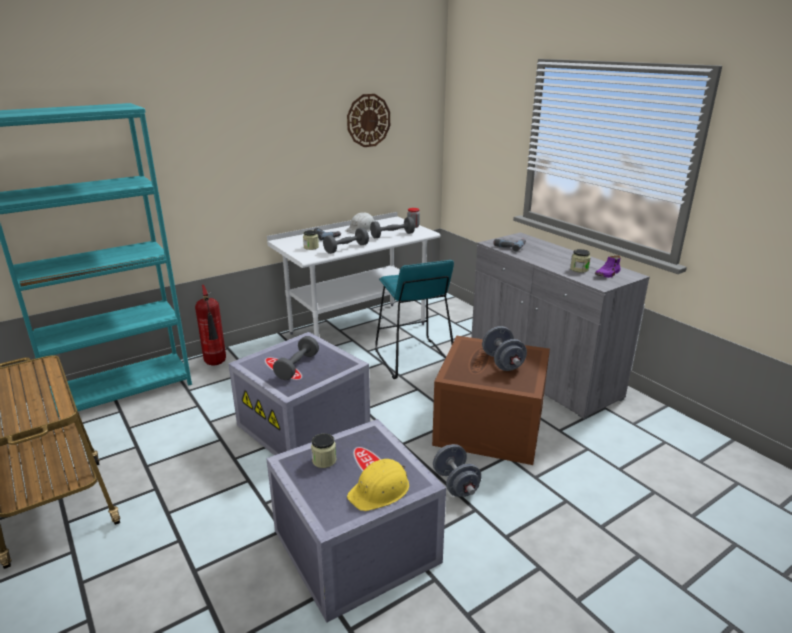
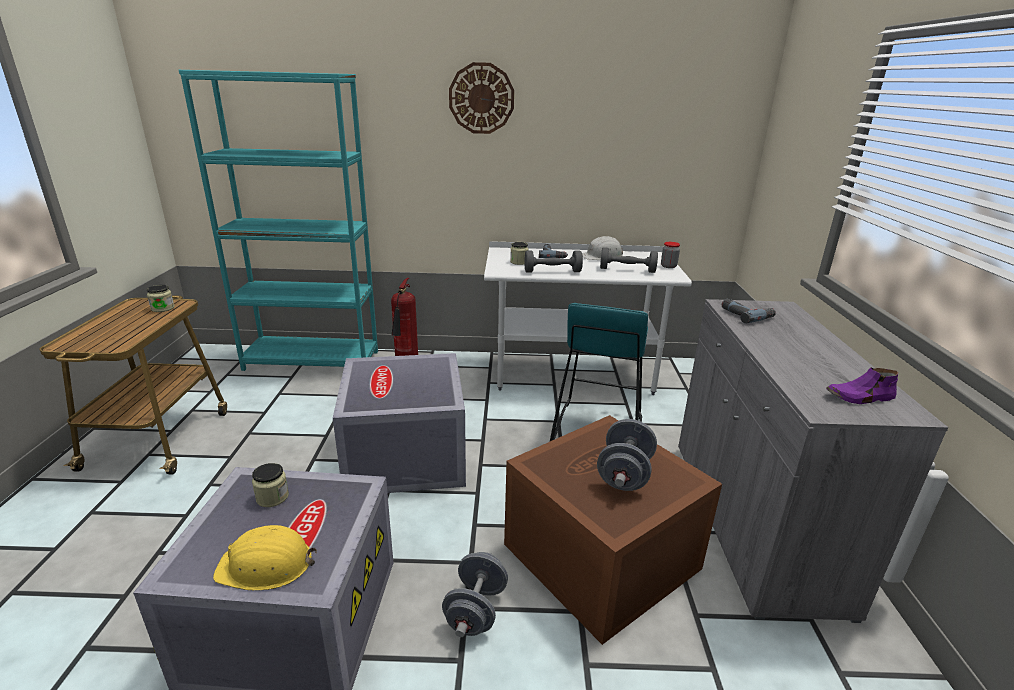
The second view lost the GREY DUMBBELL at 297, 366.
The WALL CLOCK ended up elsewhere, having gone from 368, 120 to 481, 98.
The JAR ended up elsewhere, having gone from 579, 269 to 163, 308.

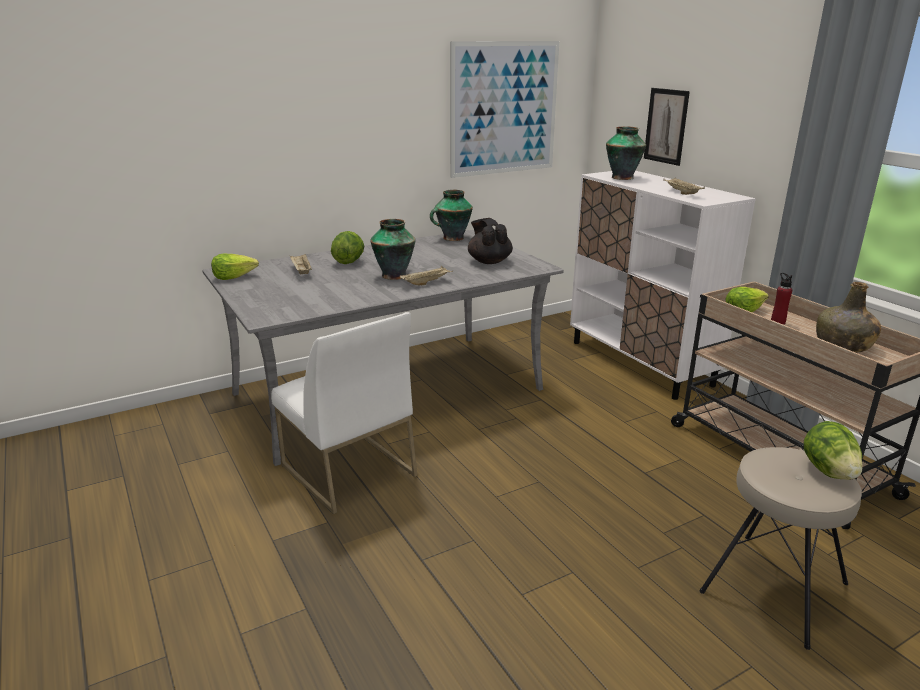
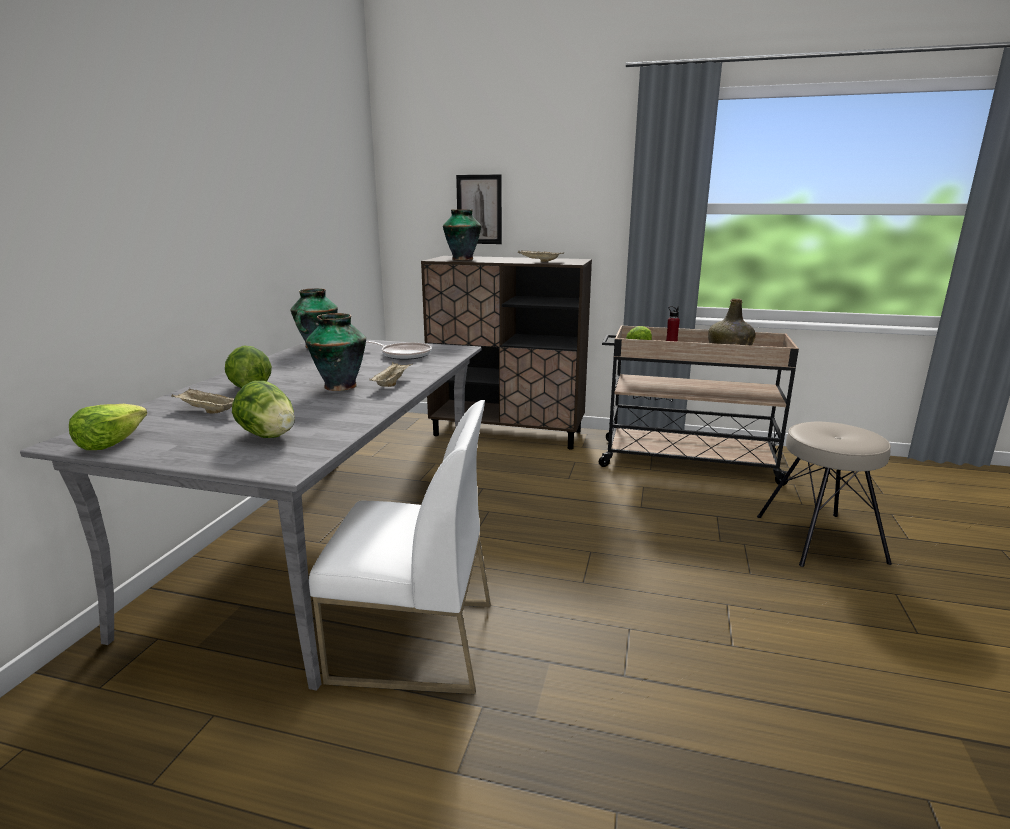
The second view lost the PICTURE at 504, 109.
The LETTUCE ended up elsewhere, having gone from 828, 471 to 268, 435.
Where the BLACK TEAPOT stood at 489, 261, the FRYING PAN came to stand at 404, 355.
What was the WHITE CABINET at 640, 363 turned into the BROWN CABINET at 508, 433.

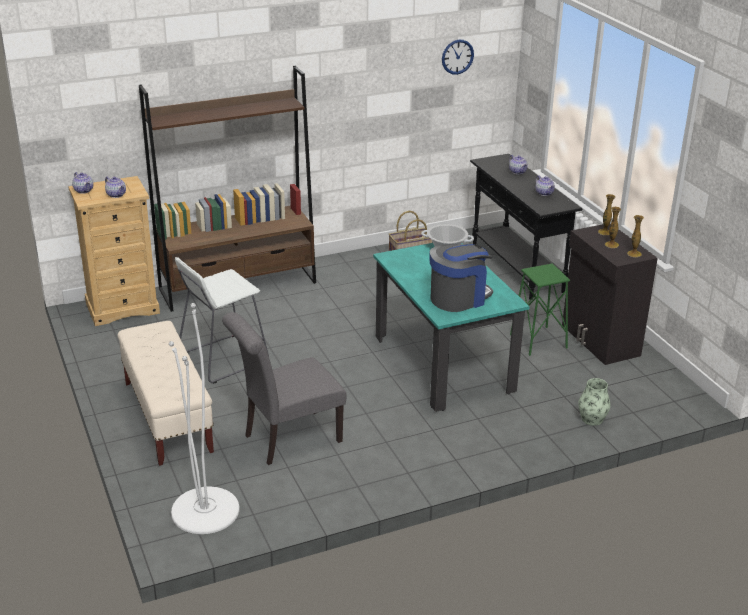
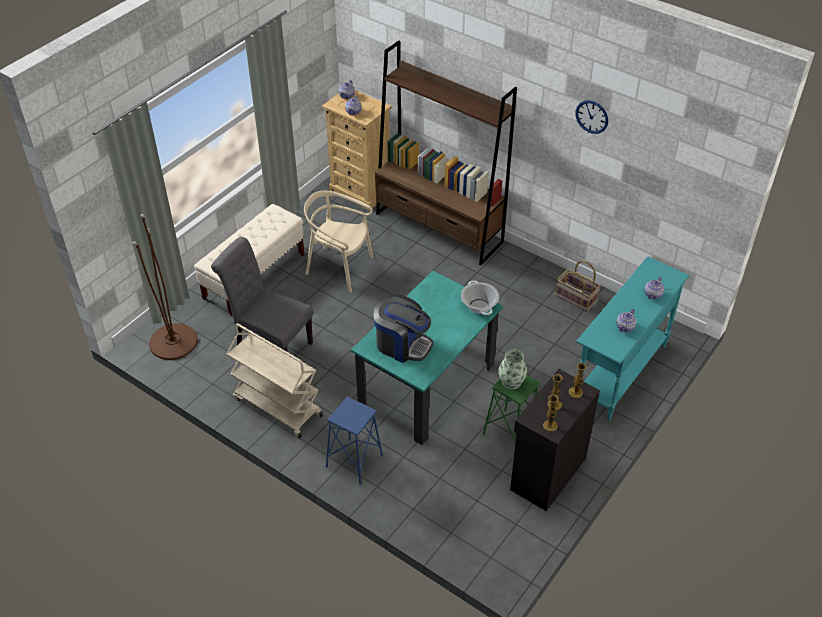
The second view gained the BEIGE CART at 277, 407.
The second view gained the BLUE STOOL at 354, 461.
The WALL CLOCK ended up elsewhere, having gone from 457, 57 to 592, 116.
The VASE ended up elsewhere, having gone from 592, 419 to 511, 381.
Where the WHITE STOOL stood at 223, 358, the BEIGE CHAIR came to stand at 339, 268.
What was the WHITE FLOOR LAMP at 205, 510 turned into the BROWN FLOOR LAMP at 173, 342.
What was the BLACK CONSOLE TABLE at 516, 269 turned into the TURQUOISE CONSOLE TABLE at 620, 374.

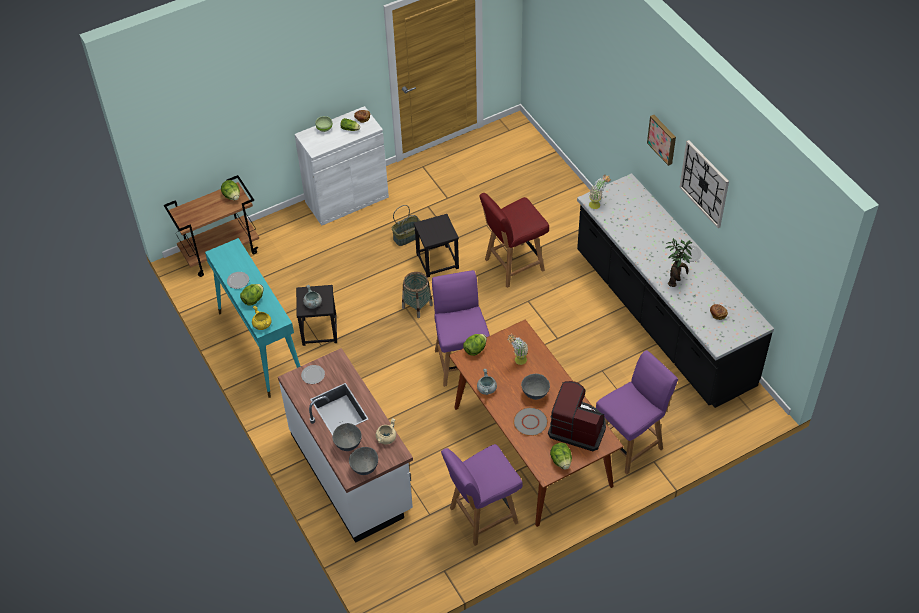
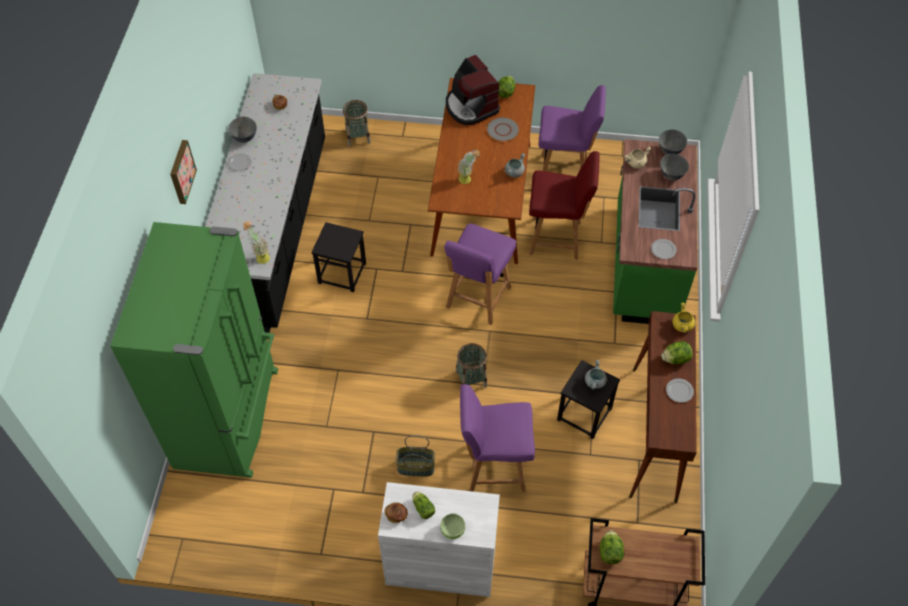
The second view lost the LETTUCE at 475, 349.
The second view lost the POTTED PLANT at 676, 280.
The second view lost the WALL CLOCK at 704, 183.
The second view gained the GREEN FRIDGE at 230, 418.
The second view gained the BASKET at 358, 136.
The BLACK STOOL ended up elsewhere, having gone from 437, 261 to 342, 273.
The RED CHAIR ended up elsewhere, having gone from 513, 265 to 556, 238.
The GREY BOWL ended up elsewhere, having gone from 535, 394 to 244, 138.
The PURPLE CHAIR ended up elsewhere, having gone from 630, 444 to 494, 467.
What was the TURQUOISE CONSOLE TABLE at 260, 346 turned into the BROWN CONSOLE TABLE at 654, 434.
What was the WHITE COUNTER at 352, 472 turned into the GREEN COUNTER at 643, 263.

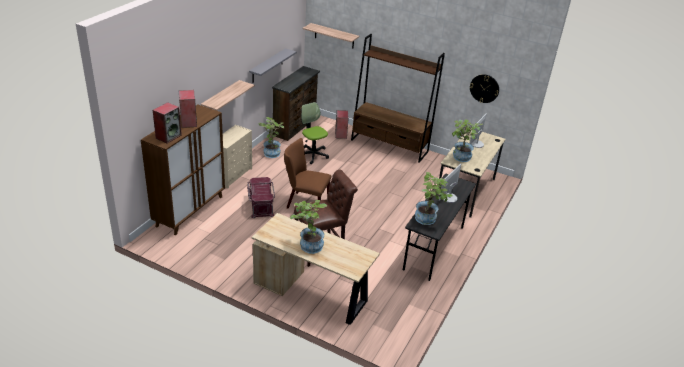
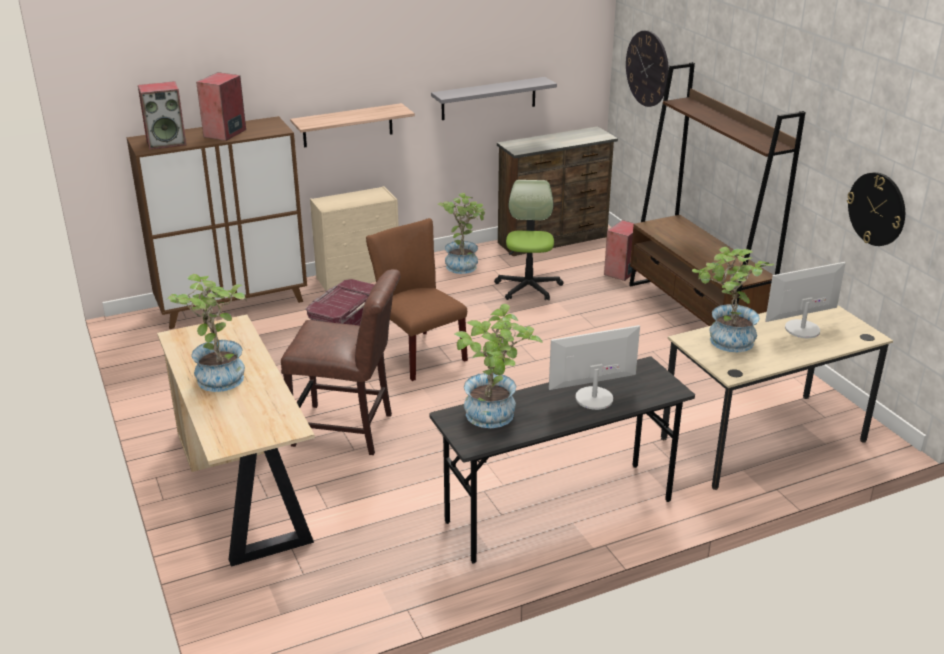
Where the SHELF hung at 334, 36, the WALL CLOCK came to hang at 647, 68.

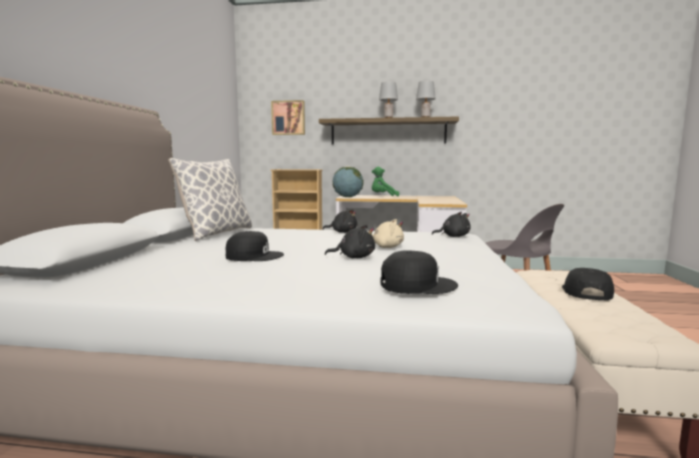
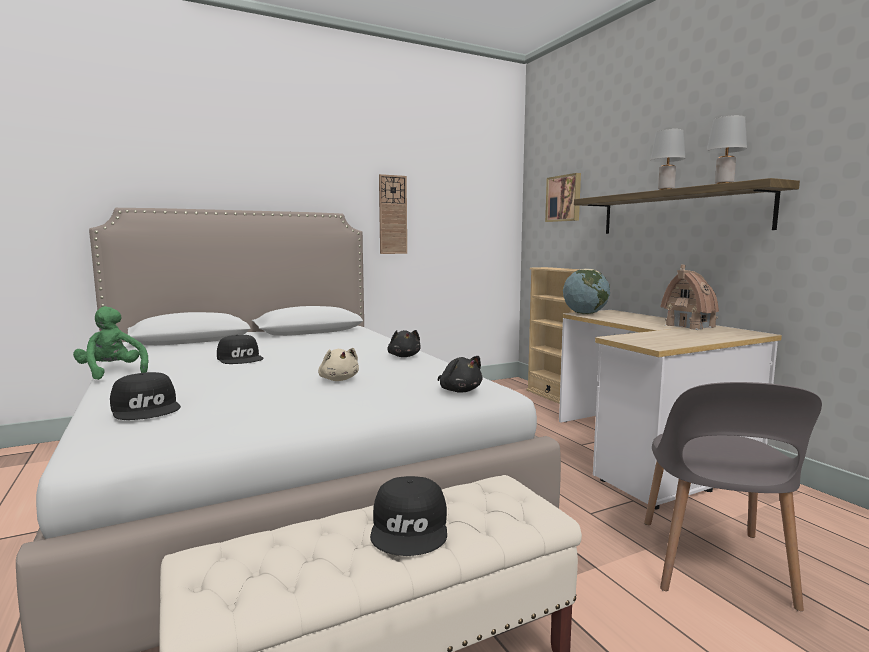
The second view lost the PILLOW at 216, 233.
The second view lost the BLACK PLUSH TOY at 354, 257.
The second view gained the WALL CLOCK at 392, 215.
The second view gained the TOY HOUSE at 690, 326.
The GREEN PLUSH TOY ended up elsewhere, having gone from 383, 196 to 112, 373.
The BLACK CAP at 585, 291 ended up facing another way, 105 degrees clockwise from before.

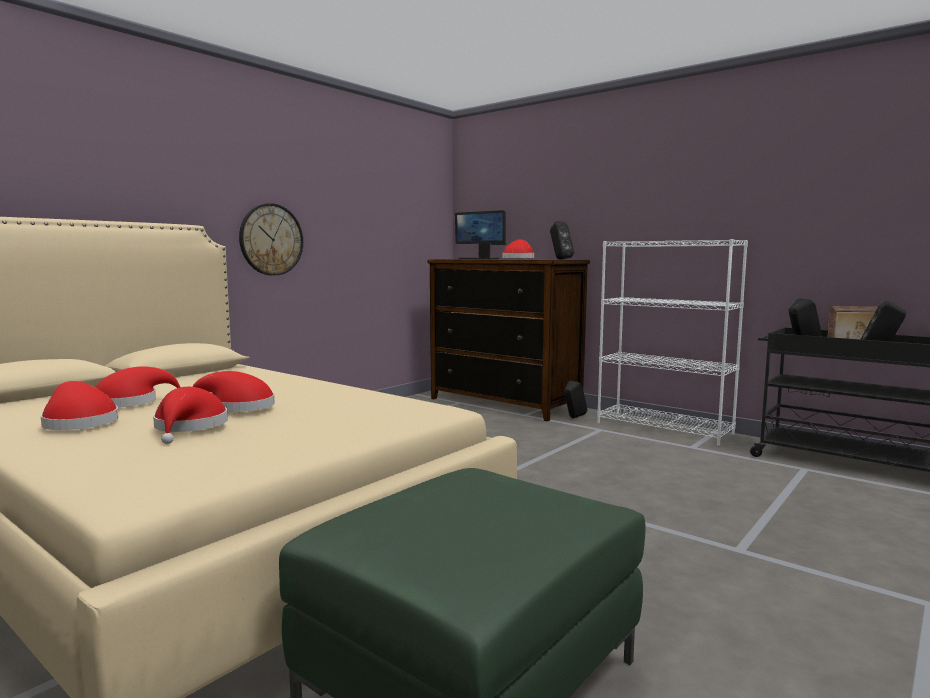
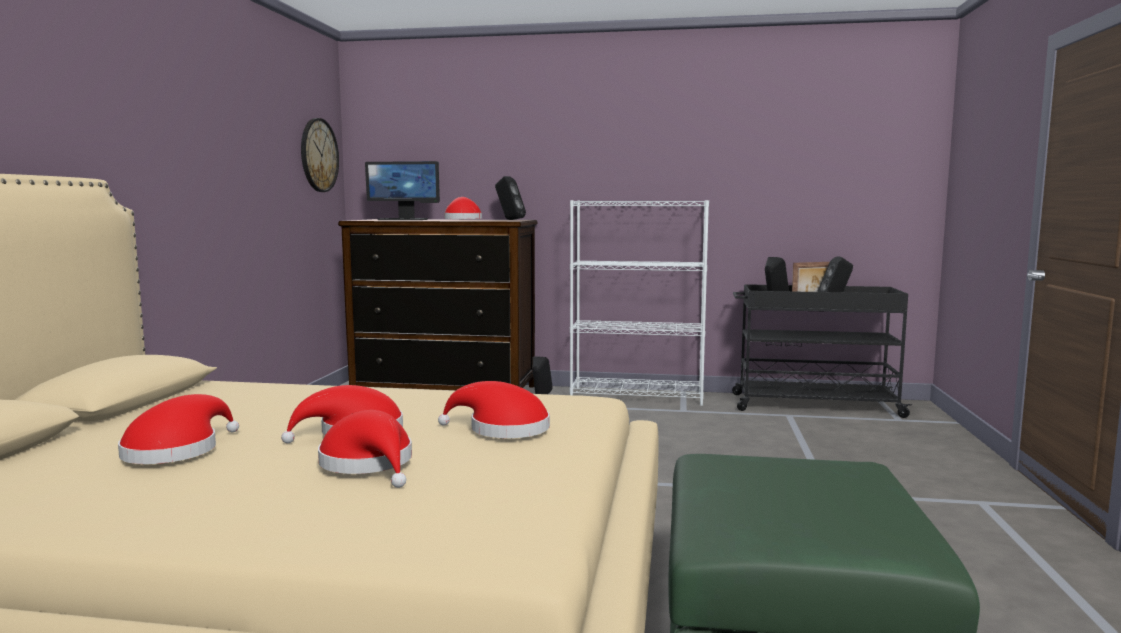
The RED HAT ended up elsewhere, having gone from 78, 423 to 502, 429.
The WALL CLOCK ended up elsewhere, having gone from 271, 239 to 318, 155.

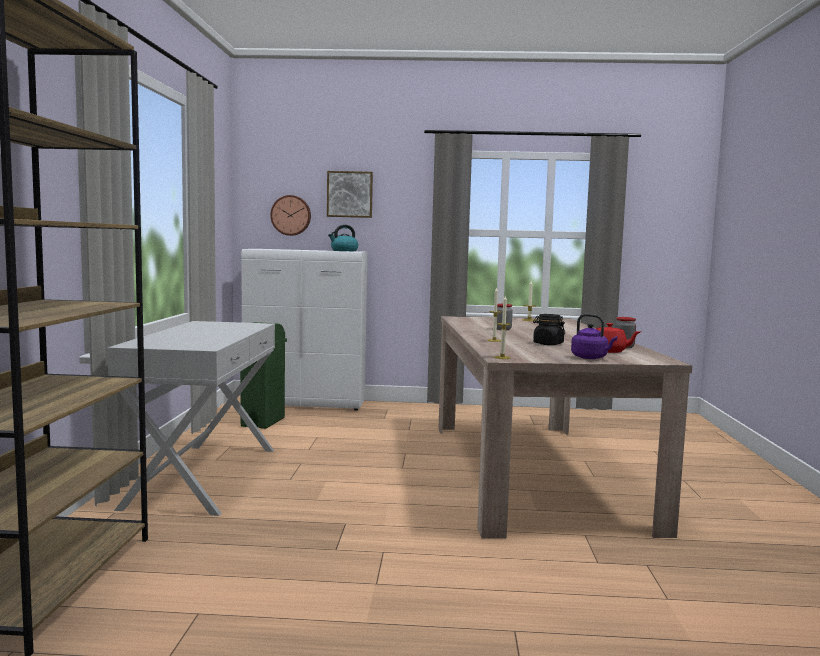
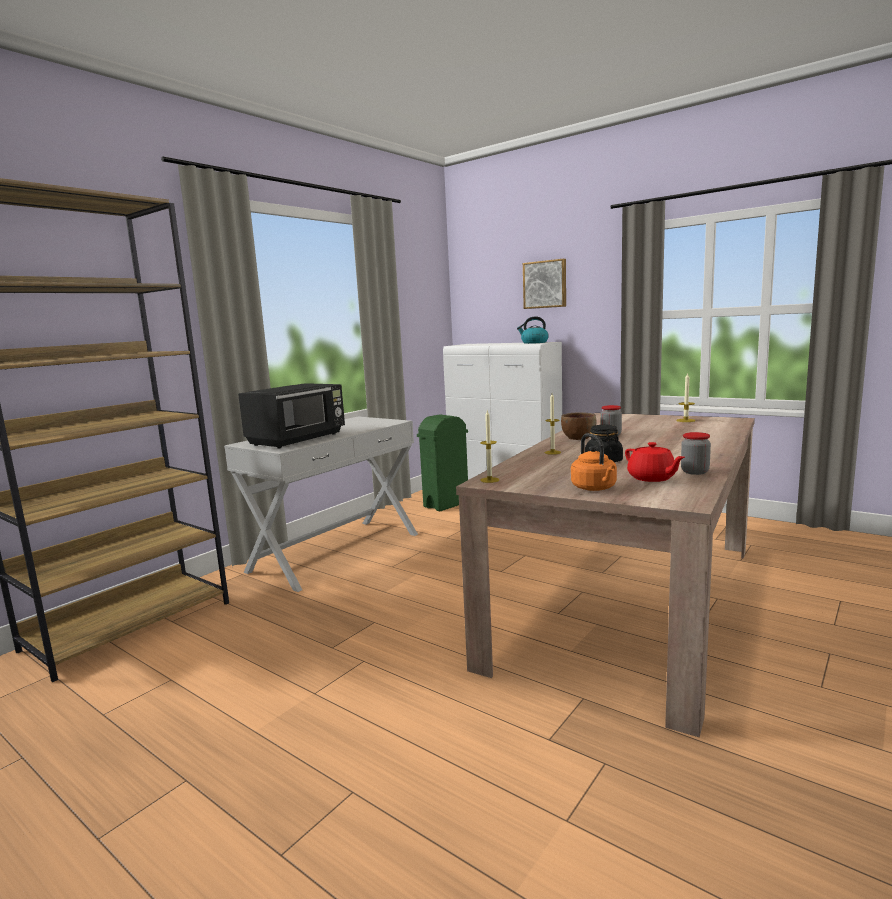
The second view lost the WALL CLOCK at 291, 215.
The second view gained the BLACK MICROWAVE at 298, 439.
The second view gained the BROWN BOWL at 578, 438.
What was the PURPLE KETTLE at 591, 358 turned into the ORANGE KETTLE at 595, 488.

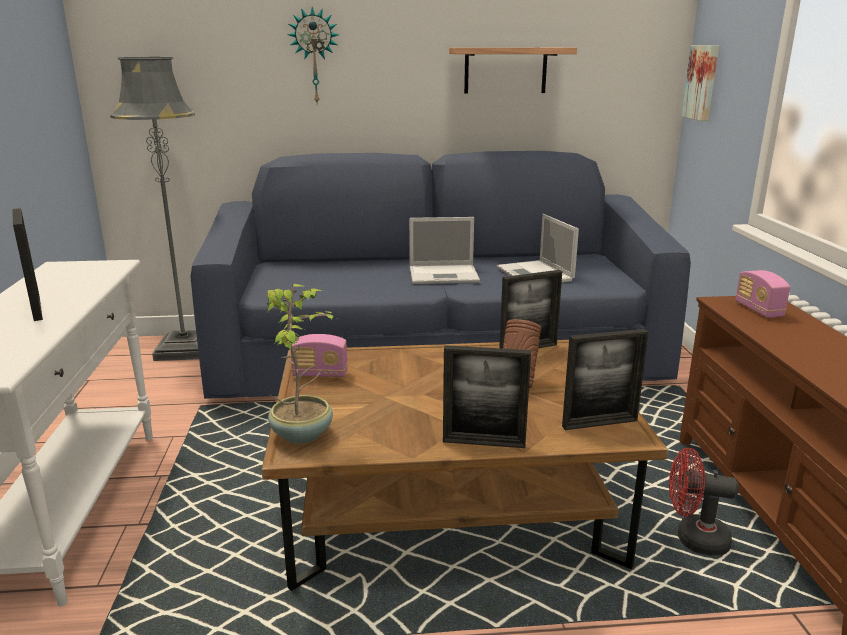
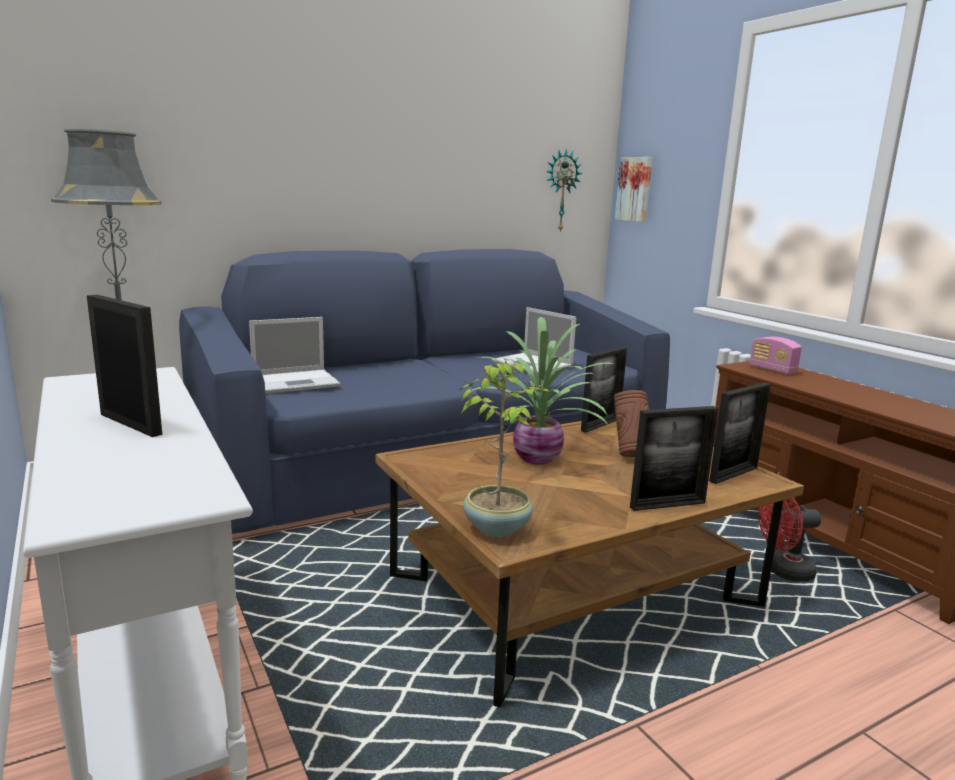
The second view lost the RADIO at 320, 374.
The second view lost the SHELF at 505, 70.
The second view gained the POTTED PLANT at 539, 458.
The WALL CLOCK ended up elsewhere, having gone from 314, 56 to 561, 191.
The LAPTOP ended up elsewhere, having gone from 445, 275 to 297, 382.

